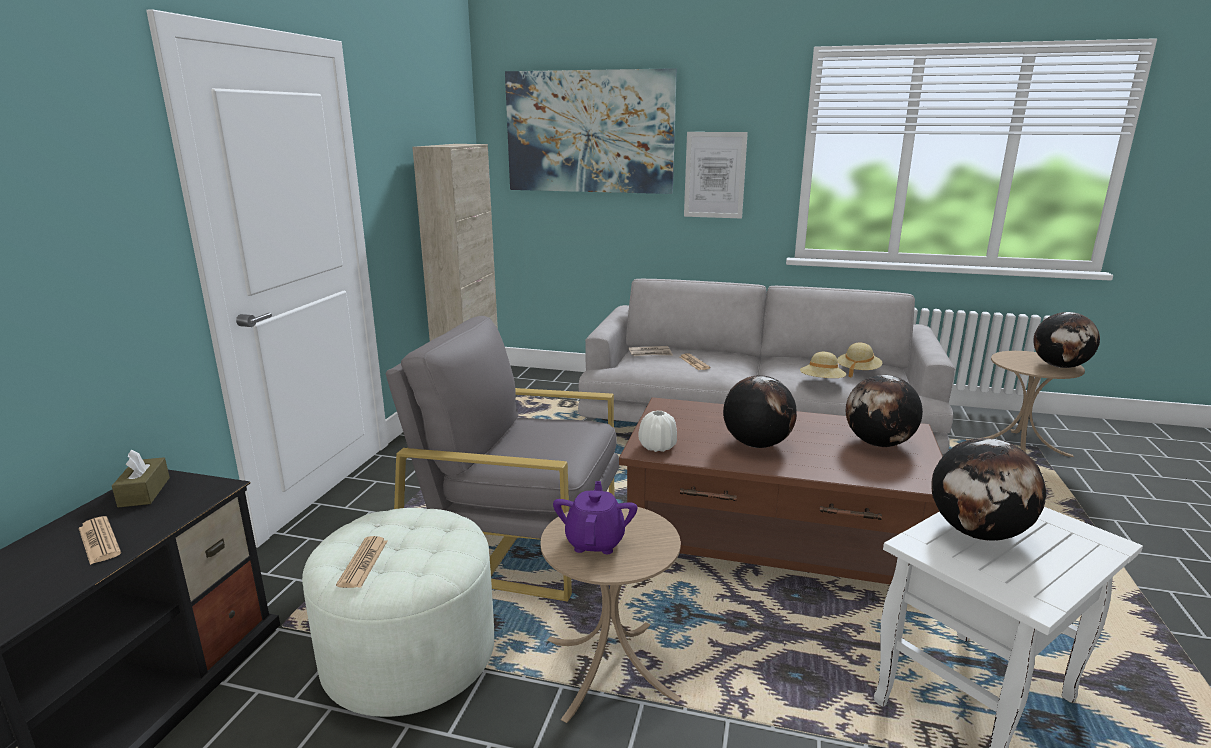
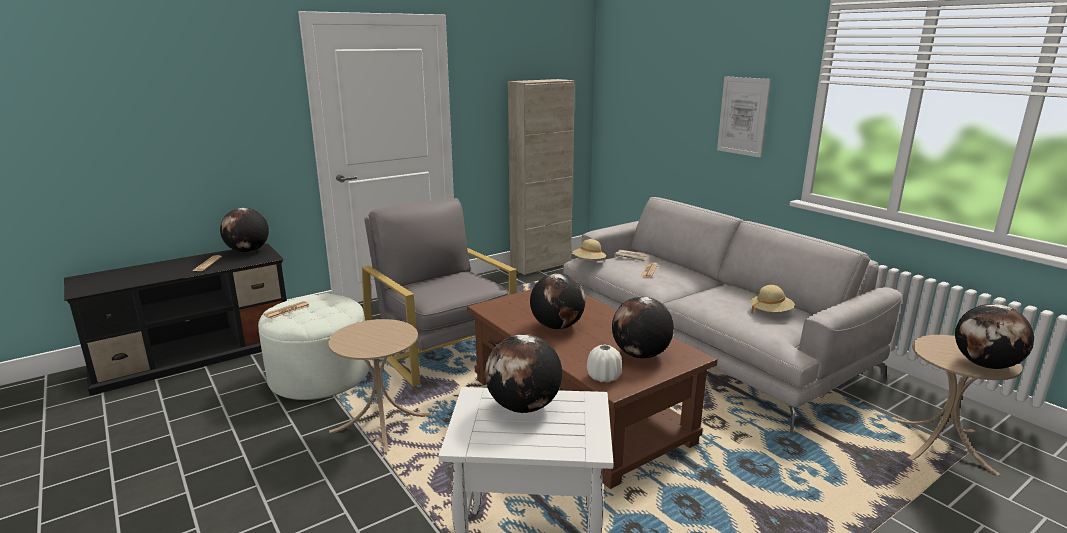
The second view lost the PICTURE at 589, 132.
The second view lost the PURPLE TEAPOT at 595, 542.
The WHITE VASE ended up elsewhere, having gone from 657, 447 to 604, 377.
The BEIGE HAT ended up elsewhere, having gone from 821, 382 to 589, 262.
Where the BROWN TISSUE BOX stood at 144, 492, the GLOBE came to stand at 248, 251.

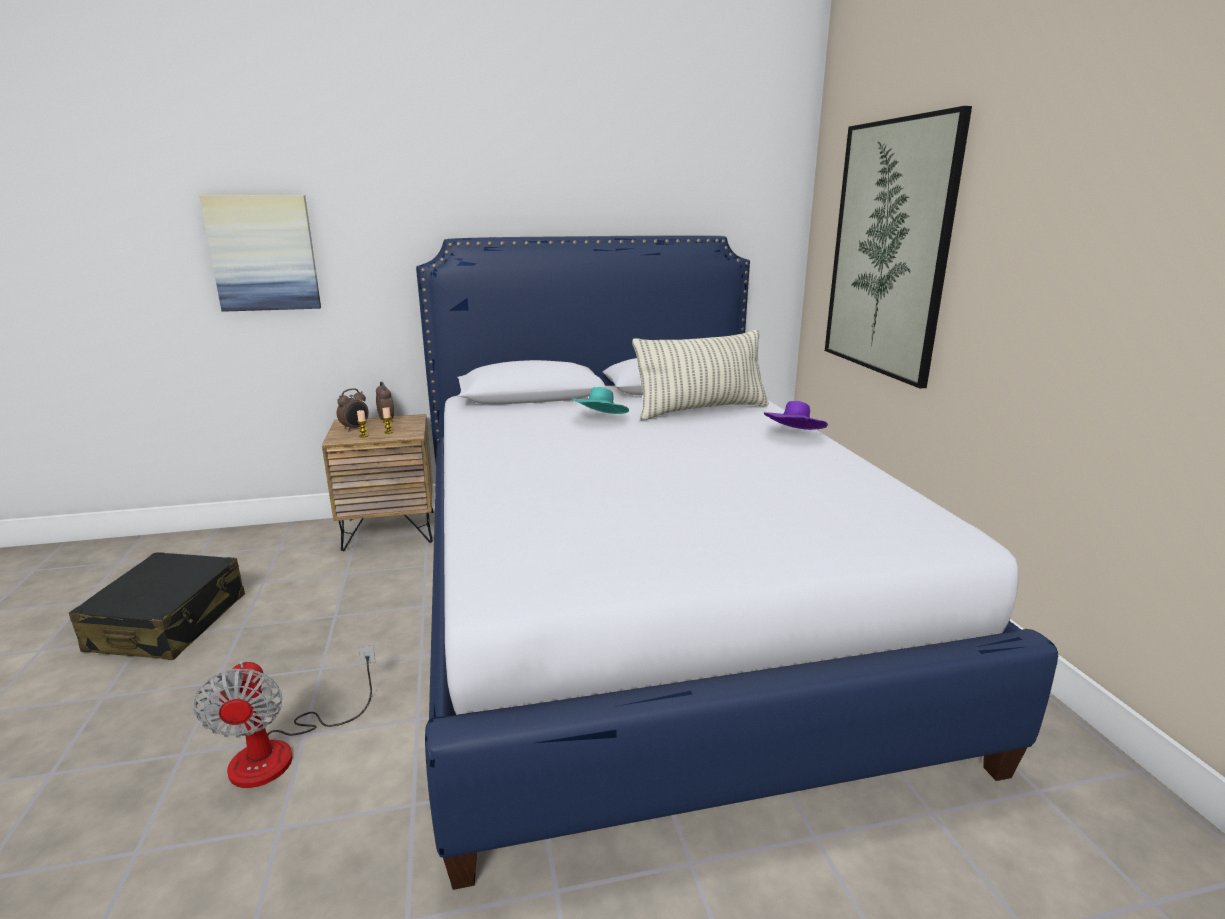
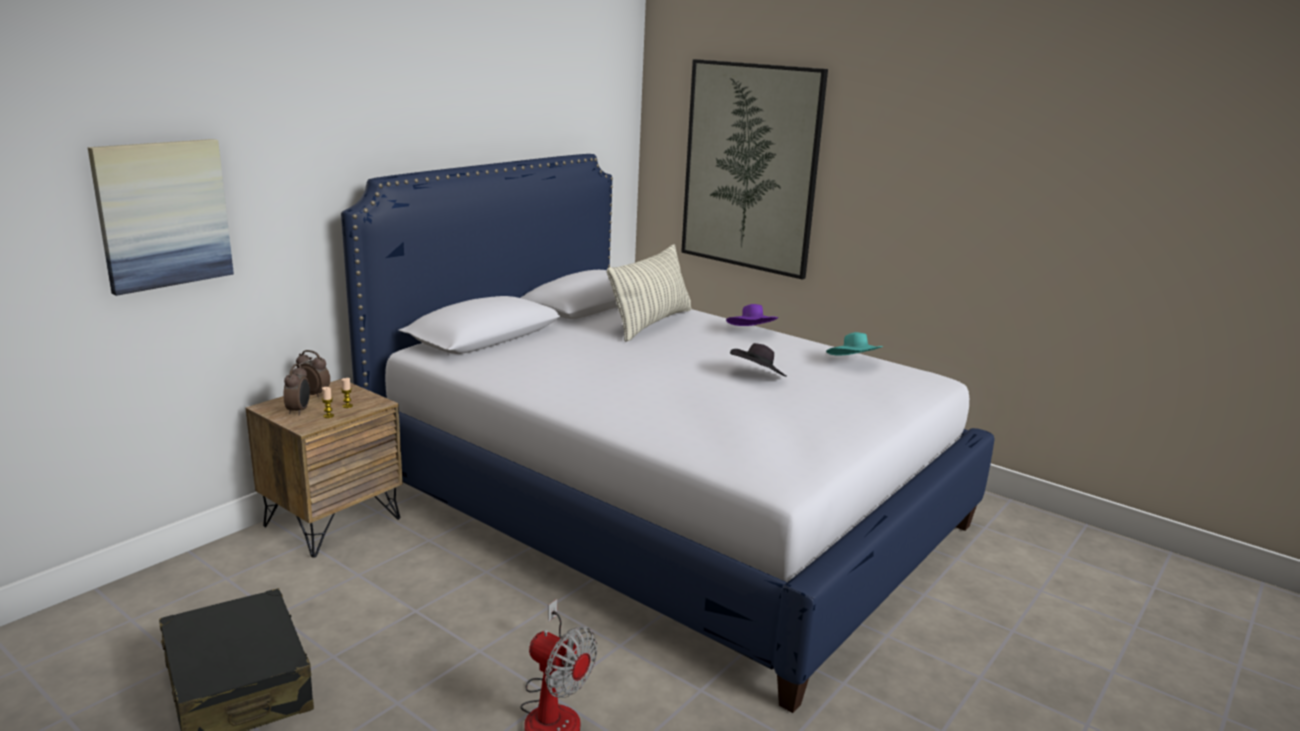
The second view gained the BLACK HAT at 757, 377.
The TURQUOISE HAT ended up elsewhere, having gone from 600, 420 to 853, 363.

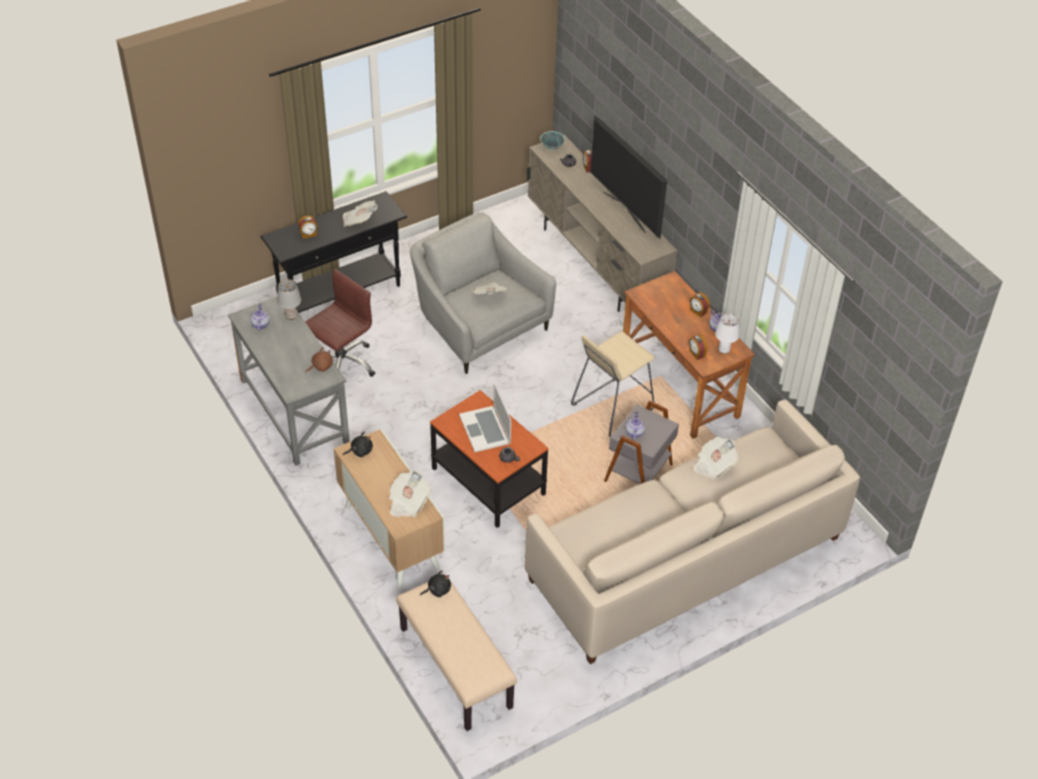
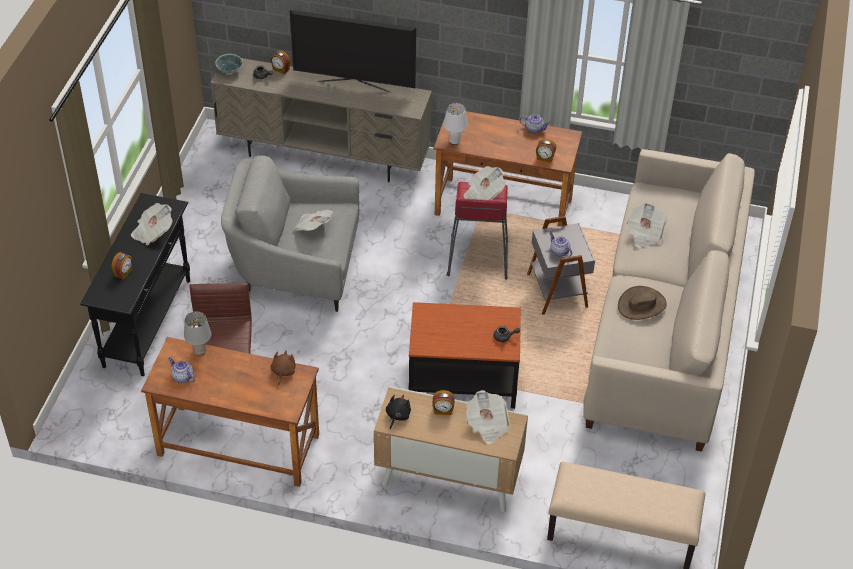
The second view lost the BLACK PLUSH TOY at 437, 590.
The second view lost the LAPTOP at 485, 429.
The second view gained the NEWSPAPER at 483, 194.
The second view gained the BROWN HAT at 641, 305.
The ALARM CLOCK ended up elsewhere, having gone from 698, 311 to 443, 410.
The WHITE TABLE LAMP ended up elsewhere, having gone from 724, 350 to 454, 141.
What was the GREY DESK at 293, 411 turned into the BROWN DESK at 238, 445.
What was the BEIGE STOOL at 612, 407 turned into the RED STOOL at 478, 257.

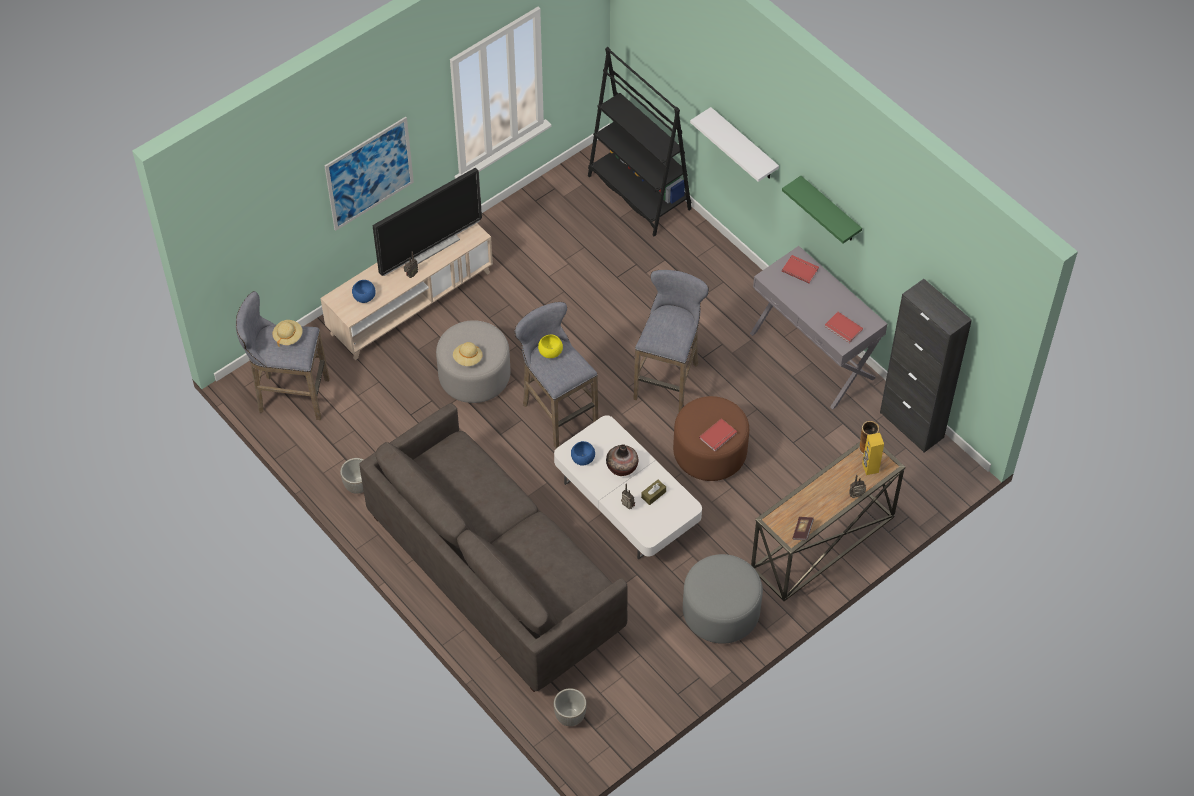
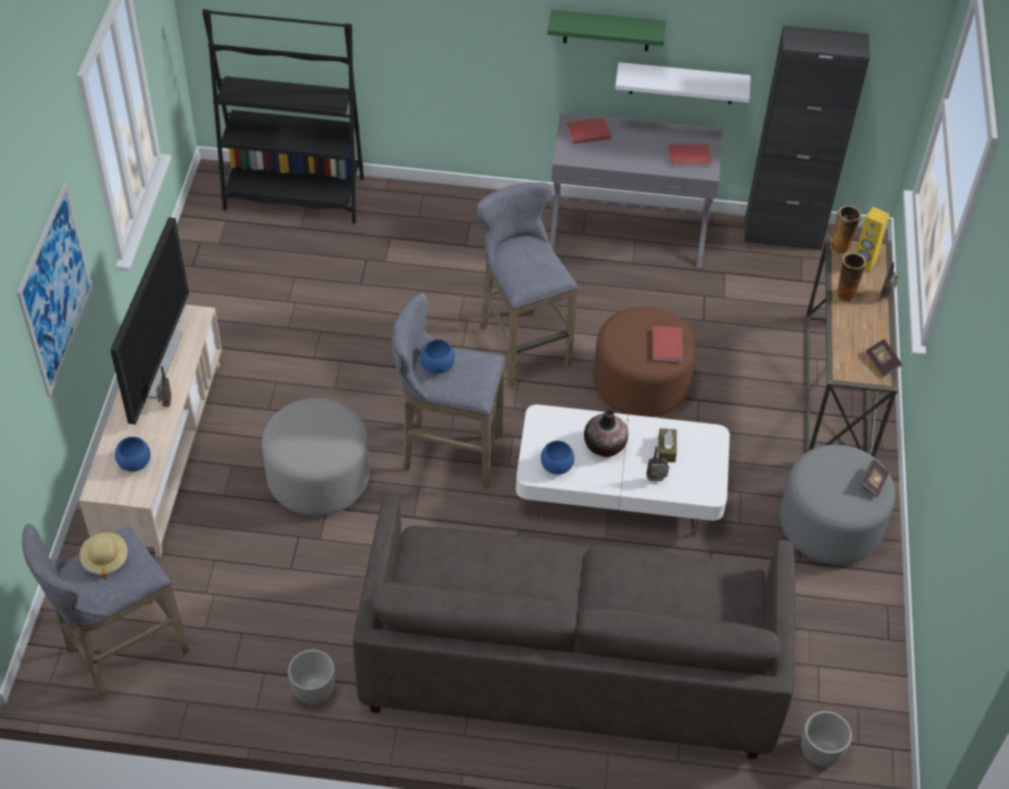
The second view lost the BEIGE HAT at 468, 359.
The second view gained the VASE at 844, 295.
The second view gained the BOOK at 873, 482.
The WHITE SHELF ended up elsewhere, having gone from 743, 145 to 682, 83.
What was the YELLOW BOWL at 550, 352 turned into the BLUE BOWL at 437, 366.

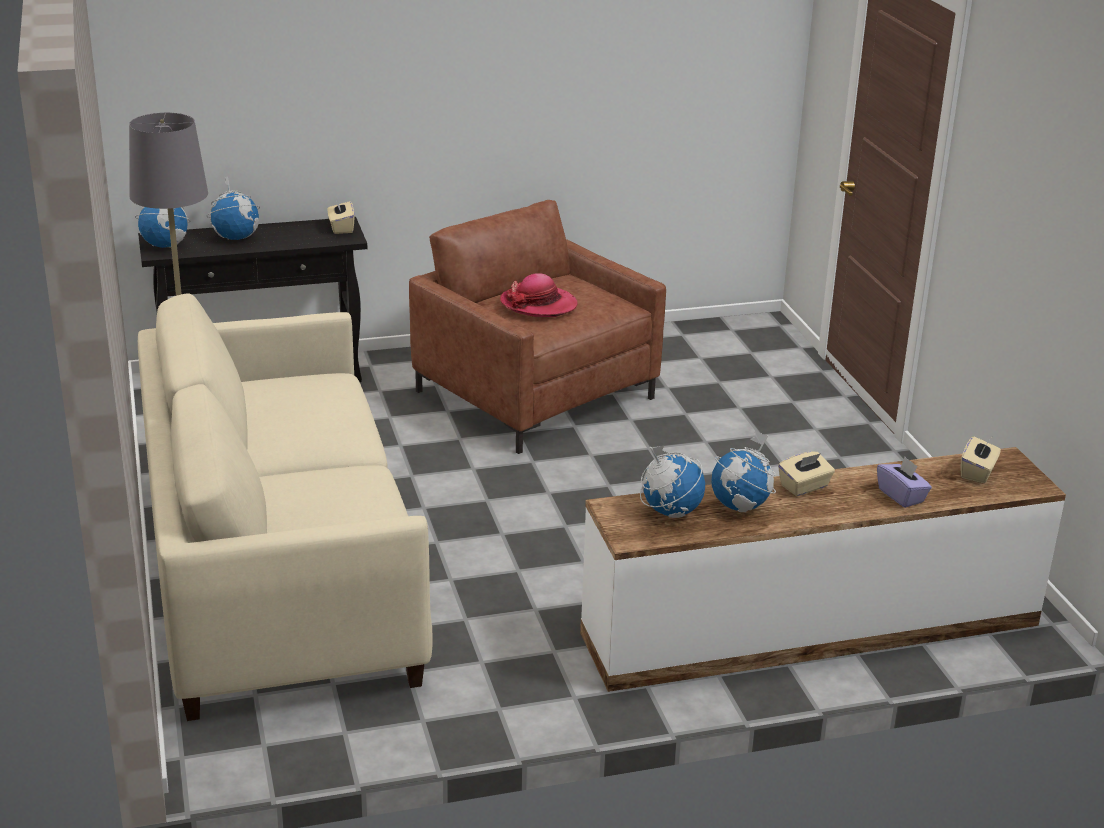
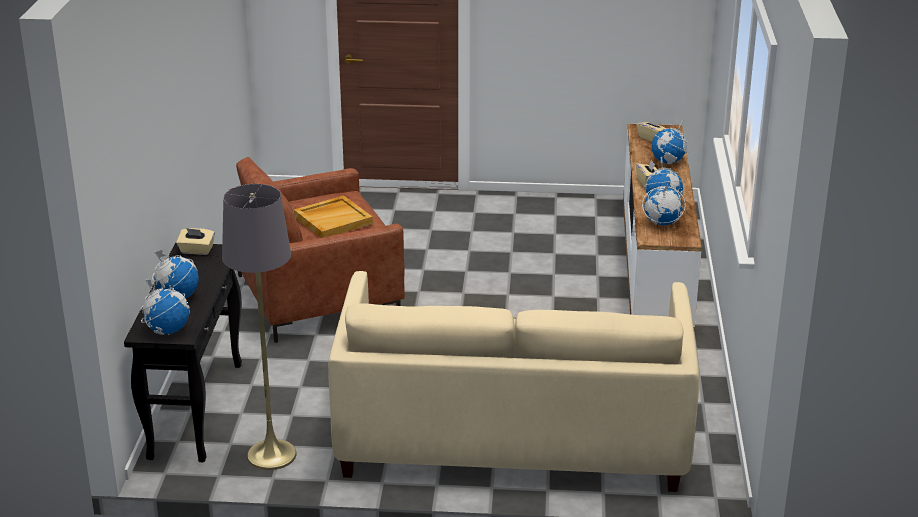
Where the HAT stood at 538, 304, the BEIGE TRAY came to stand at 333, 220.
Where the PURPLE TISSUE BOX stood at 901, 496, the GLOBE came to stand at 668, 162.

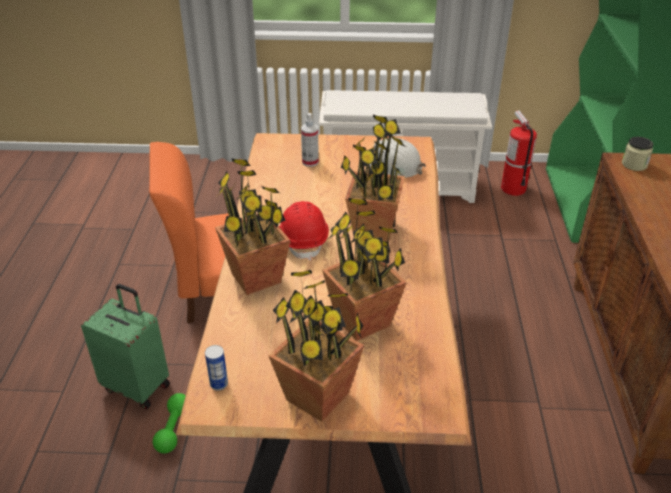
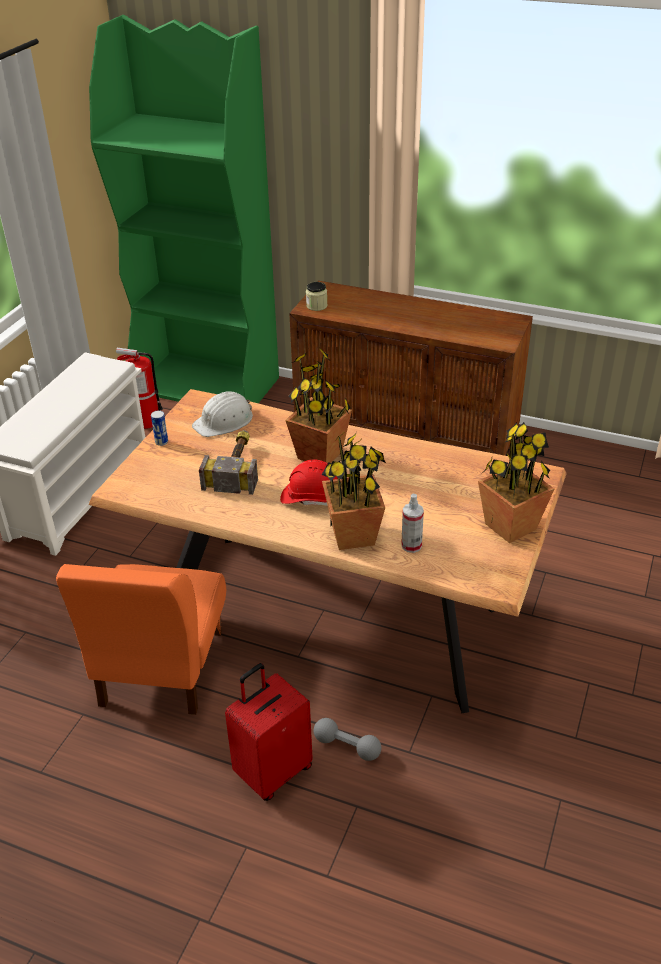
The second view lost the POTTED PLANT at 363, 321.
The second view gained the HAMMER at 236, 466.
The CAN ended up elsewhere, having gone from 219, 384 to 161, 442.
The SPRAY BOTTLE ended up elsewhere, having gone from 310, 162 to 411, 546.
What was the GREEN SUITCASE at 138, 386 turned into the RED SUITCASE at 273, 771.
What was the GREEN DUMBBELL at 173, 429 turned into the GREY DUMBBELL at 347, 746.

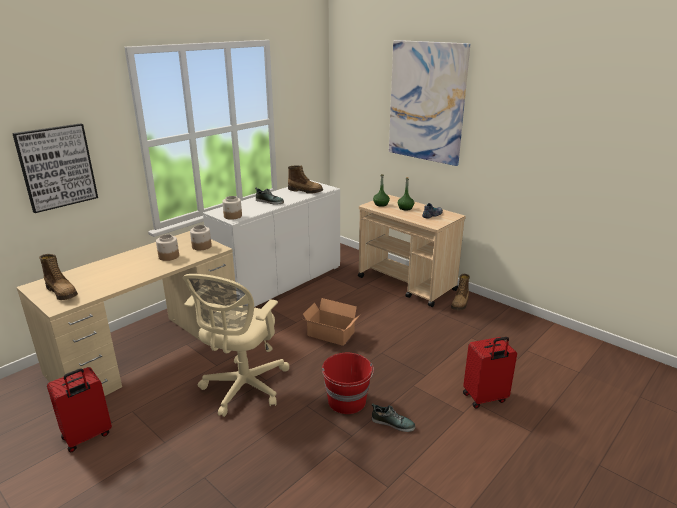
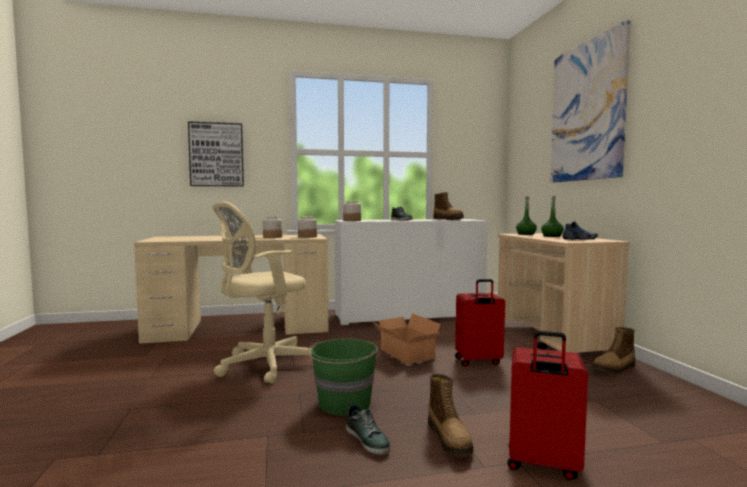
The BOOT ended up elsewhere, having gone from 62, 292 to 450, 439.
The RED SUITCASE ended up elsewhere, having gone from 87, 436 to 478, 362.
What was the RED BUCKET at 347, 401 turned into the GREEN BUCKET at 344, 404.

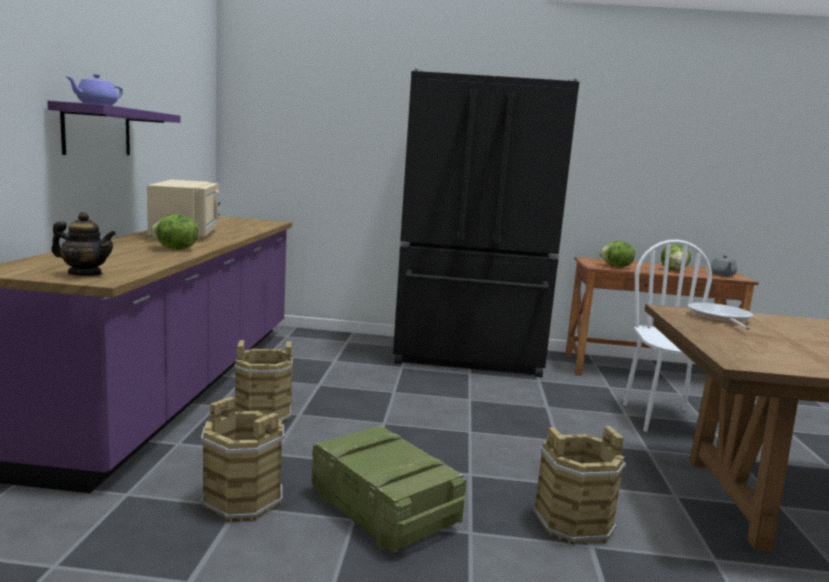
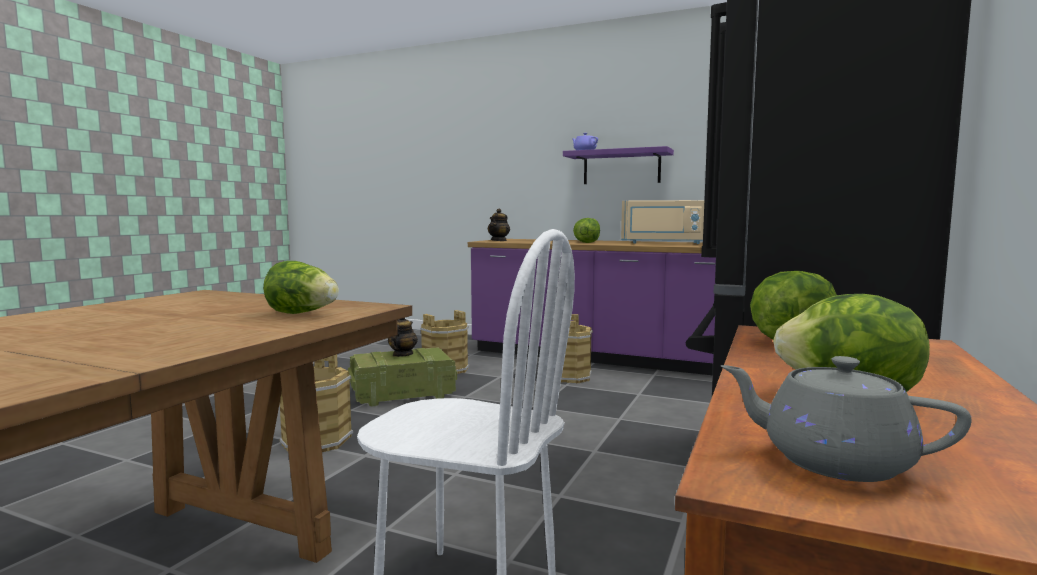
The second view gained the TEAPOT at 402, 355.
Where the FRYING PAN stood at 720, 318, the LETTUCE came to stand at 303, 313.

